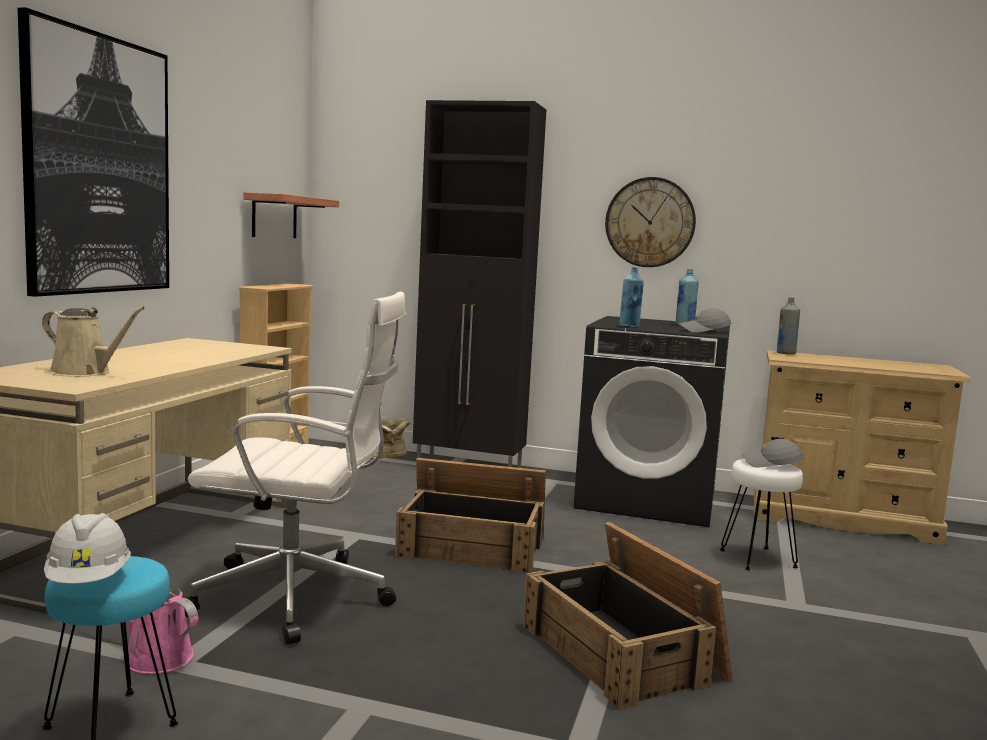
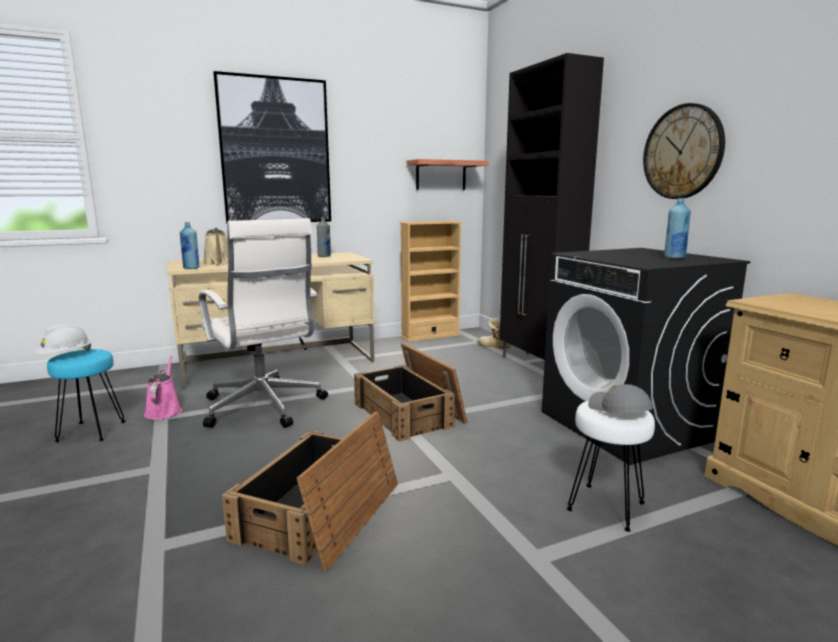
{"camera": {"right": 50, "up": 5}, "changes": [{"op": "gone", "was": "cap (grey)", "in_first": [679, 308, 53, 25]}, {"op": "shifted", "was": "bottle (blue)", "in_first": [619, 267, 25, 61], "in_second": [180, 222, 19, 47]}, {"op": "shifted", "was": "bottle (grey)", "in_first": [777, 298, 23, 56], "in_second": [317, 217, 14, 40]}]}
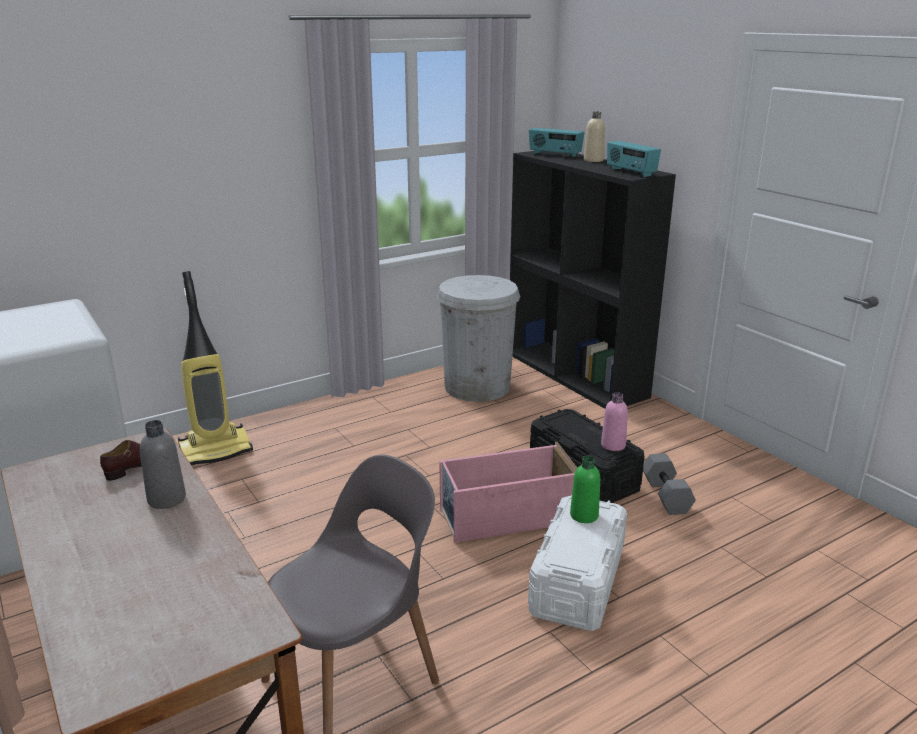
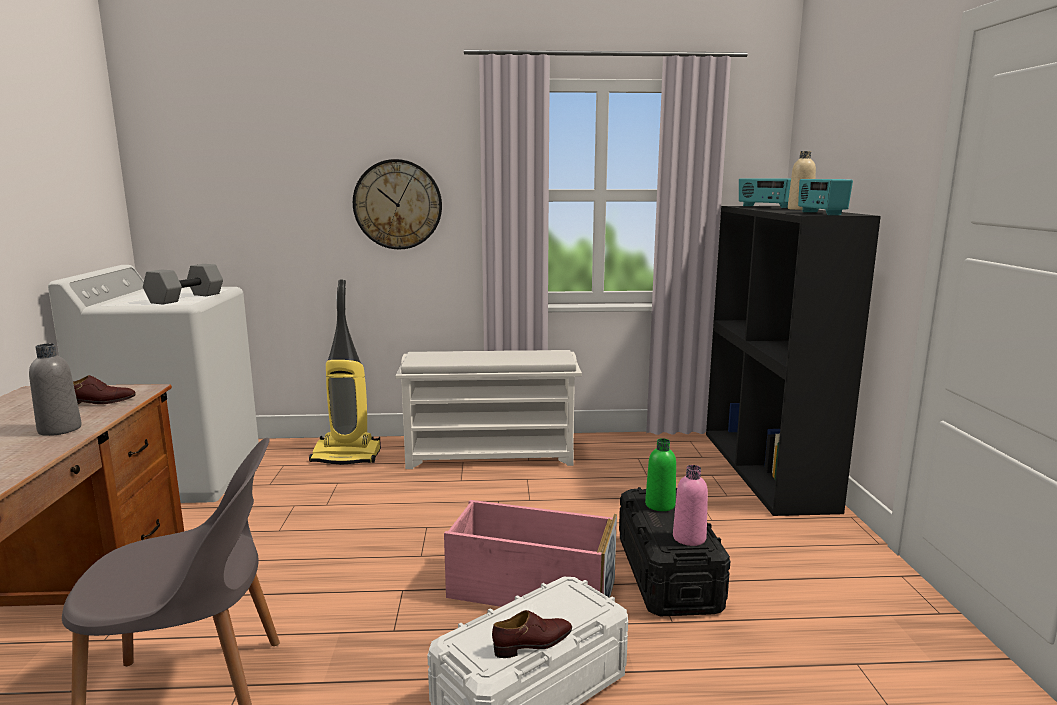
{"camera": {"right": 30, "up": -10}, "changes": [{"op": "gone", "was": "trash can (white)", "in_first": [436, 275, 84, 127]}, {"op": "new", "now": "wall clock", "in_second": [353, 159, 89, 90]}, {"op": "new", "now": "shoe rack (white)", "in_second": [396, 350, 186, 119]}, {"op": "new", "now": "shoe (brown)", "in_second": [492, 610, 80, 48]}, {"op": "shifted", "was": "bottle (green)", "in_first": [570, 456, 30, 67], "in_second": [645, 438, 31, 73]}, {"op": "shifted", "was": "dumbbell (grey)", "in_first": [643, 453, 53, 62], "in_second": [143, 264, 80, 40]}]}
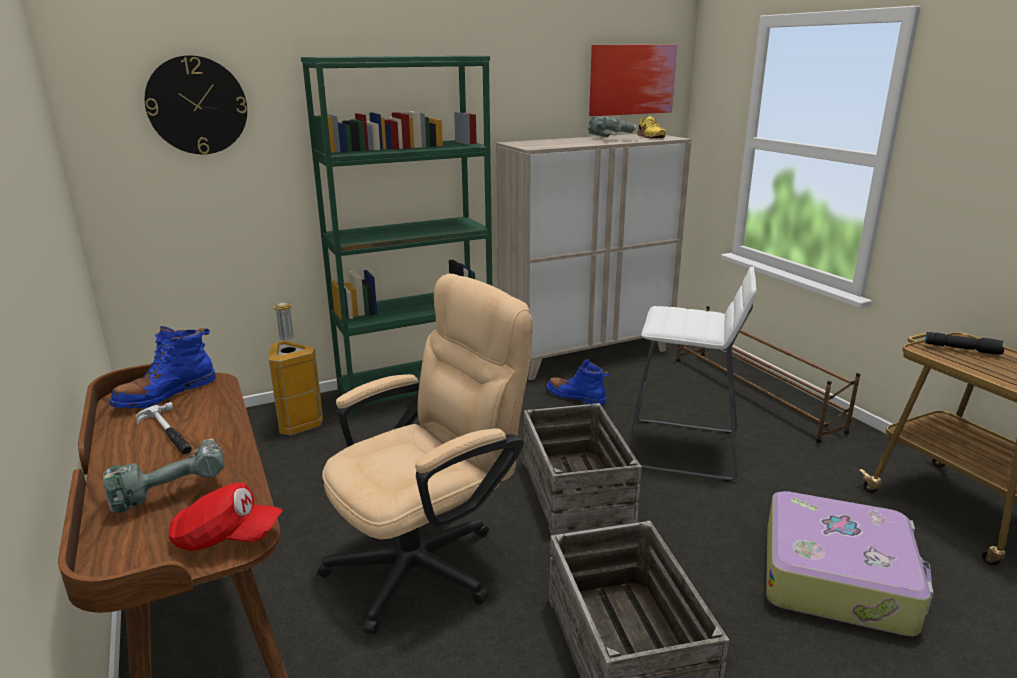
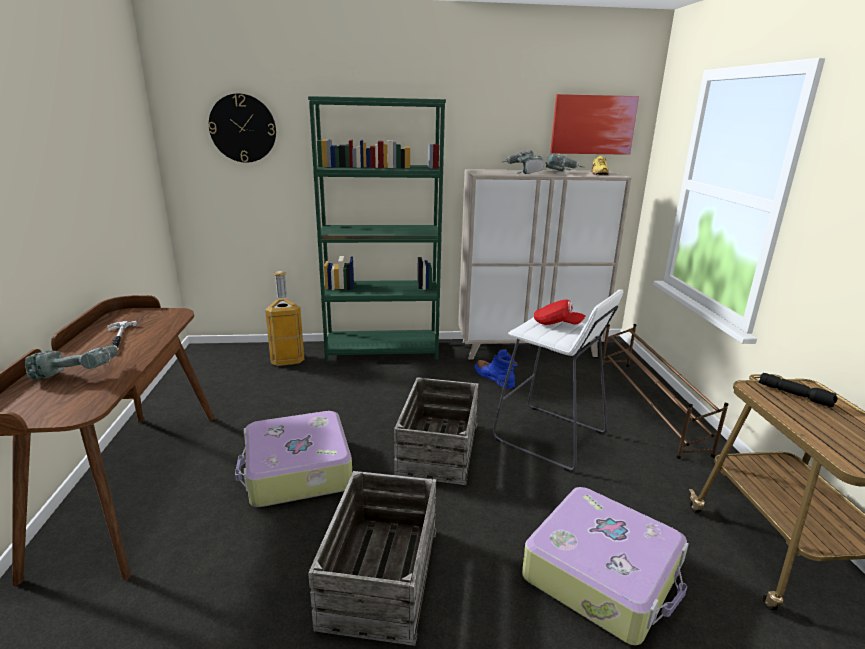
{"camera": {"right": 20, "up": 0}, "changes": [{"op": "gone", "was": "boot (blue)", "in_first": [110, 326, 106, 83]}, {"op": "new", "now": "power drill", "in_second": [502, 150, 41, 24]}, {"op": "shifted", "was": "cap (red)", "in_first": [168, 482, 115, 69], "in_second": [534, 299, 52, 26]}, {"op": "swapped", "was": "office chair (beige)", "now": "suitcase", "in_first": [317, 274, 216, 361], "in_second": [235, 411, 117, 96]}]}
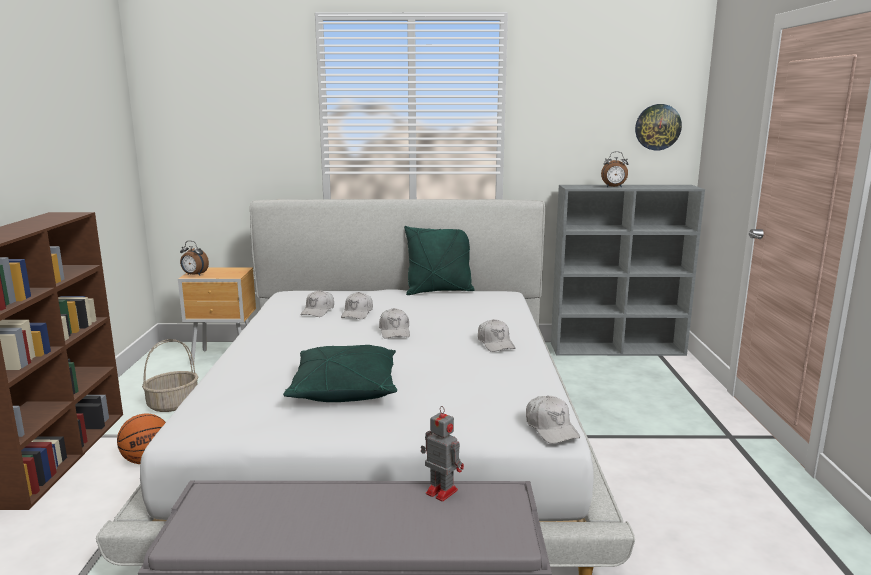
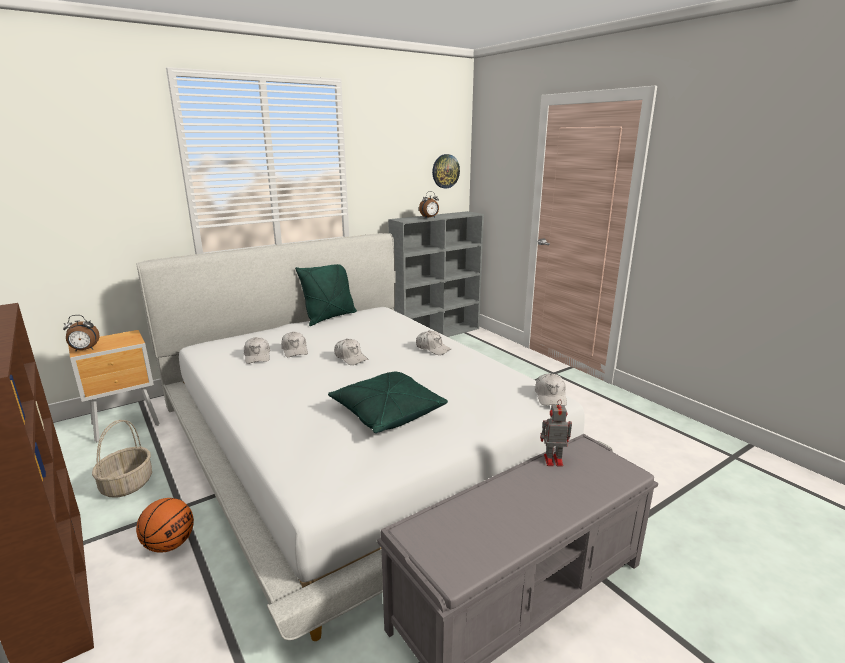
{"camera": {"right": -35, "up": 5}, "changes": [{"op": "rotated", "was": "cap (white)", "in_first": [526, 396, 54, 48], "in_second": [535, 373, 32, 33], "clockwise": 60}]}
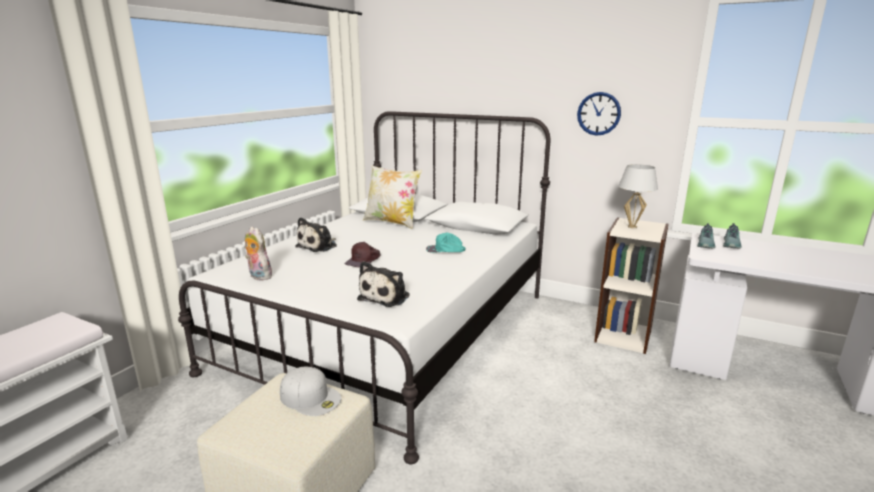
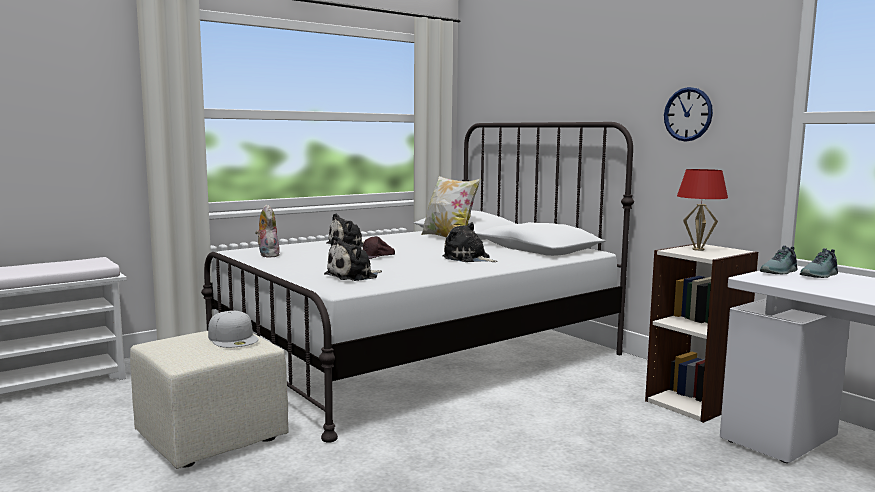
{"camera": {"right": 25, "up": -10}, "changes": [{"op": "swapped", "was": "cap (turquoise)", "now": "plush toy", "in_first": [426, 232, 40, 21], "in_second": [443, 222, 54, 40]}, {"op": "repainted", "was": "table lamp (white)", "now": "table lamp (red)", "in_first": [618, 164, 40, 64], "in_second": [677, 169, 51, 82]}]}
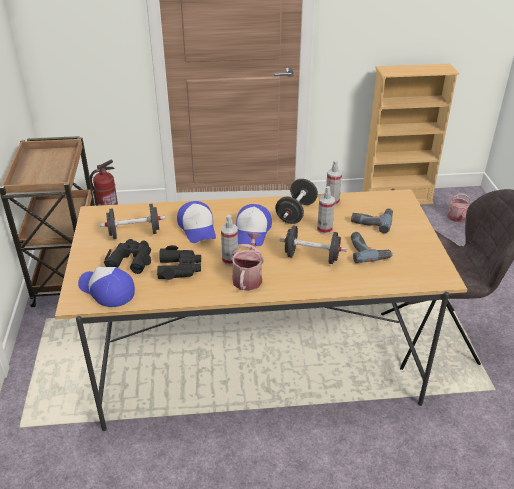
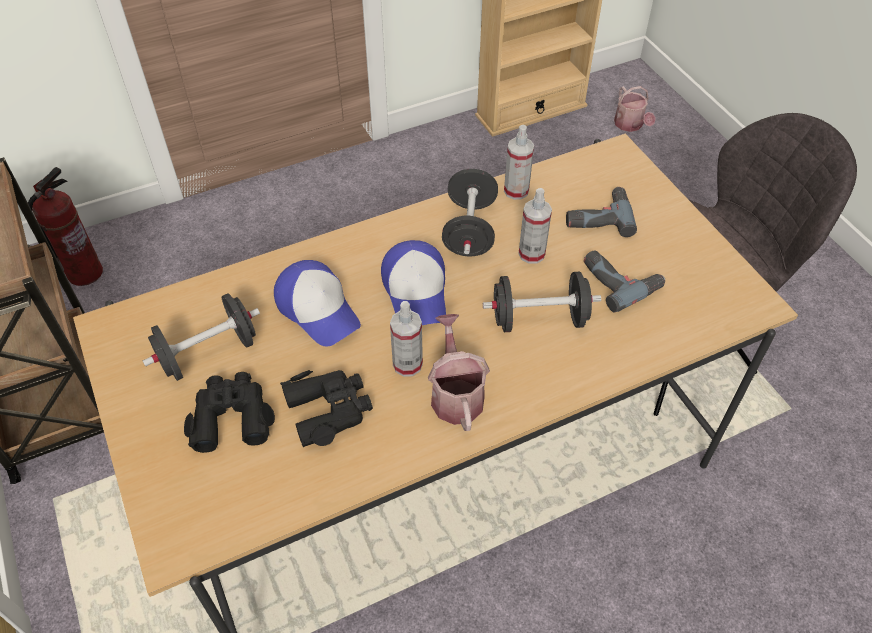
{"camera": {"right": -20, "up": 15}, "changes": [{"op": "gone", "was": "cap", "in_first": [78, 267, 57, 40]}]}
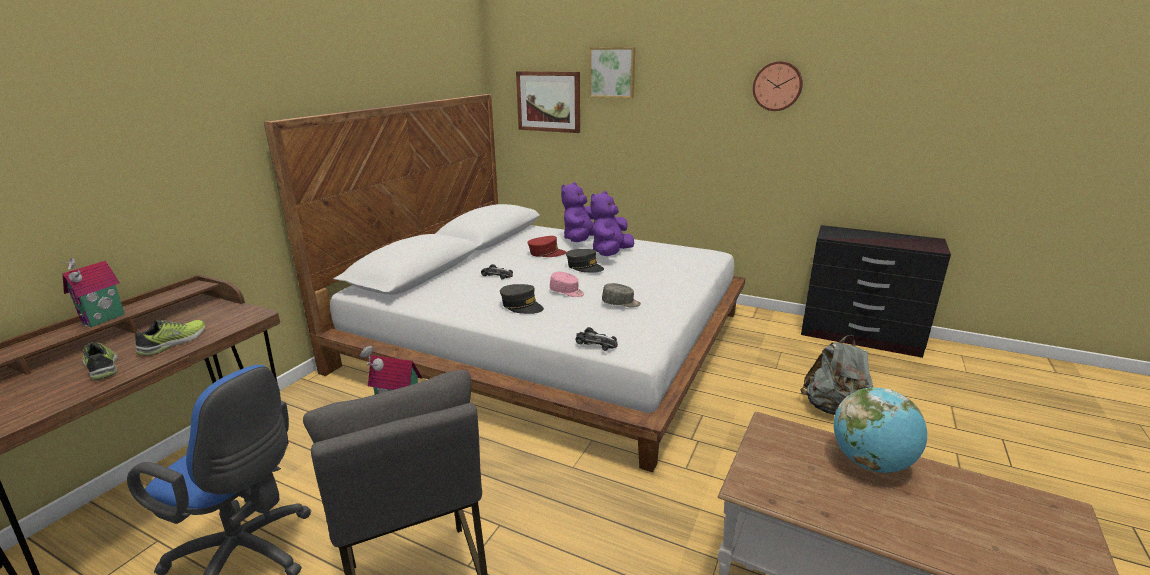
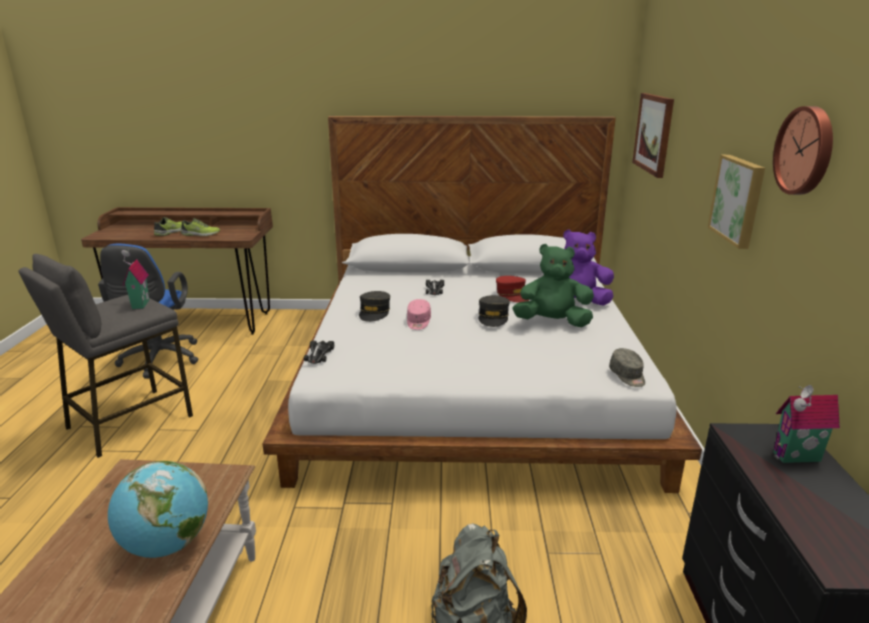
{"camera": {"right": 65, "up": 0}, "changes": [{"op": "shifted", "was": "toy house", "in_first": [61, 258, 64, 69], "in_second": [773, 385, 67, 78]}, {"op": "shifted", "was": "picture", "in_first": [589, 47, 46, 51], "in_second": [708, 155, 57, 94]}, {"op": "shifted", "was": "cap (grey)", "in_first": [602, 283, 39, 25], "in_second": [609, 348, 36, 39]}, {"op": "repainted", "was": "plush toy (purple)", "now": "plush toy (green)", "in_first": [590, 191, 45, 65], "in_second": [513, 244, 81, 83]}]}
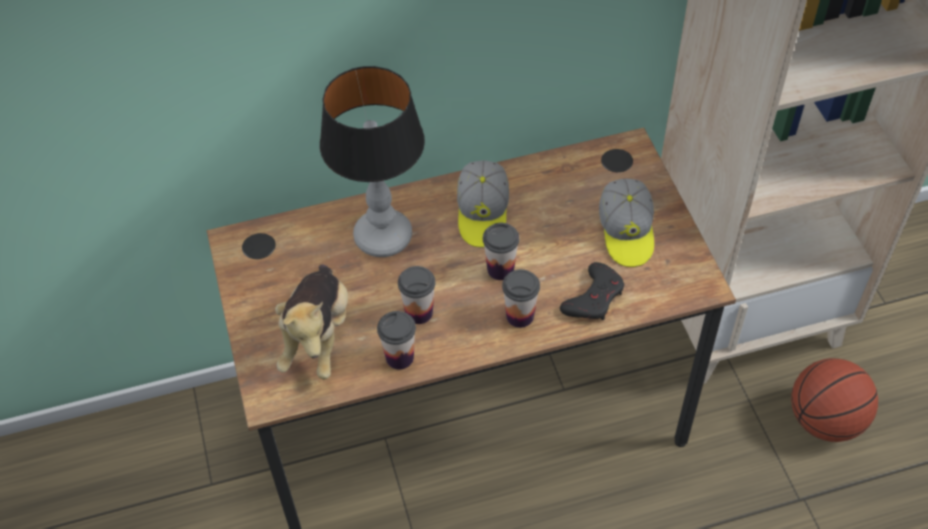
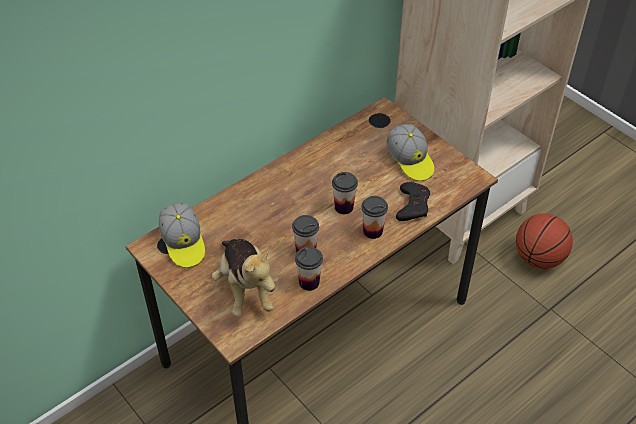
{"camera": {"right": -25, "up": -5}, "changes": [{"op": "gone", "was": "table lamp", "in_first": [320, 66, 105, 191]}, {"op": "shifted", "was": "cap", "in_first": [457, 161, 52, 87], "in_second": [159, 203, 46, 65]}]}
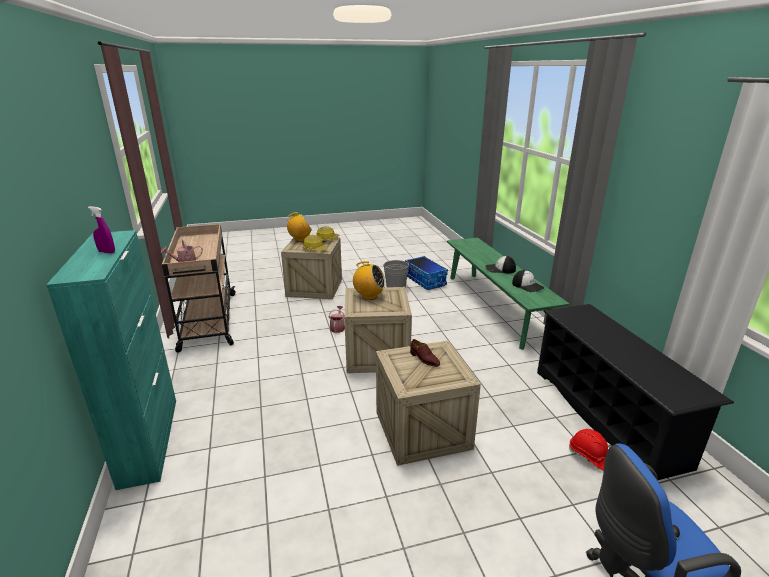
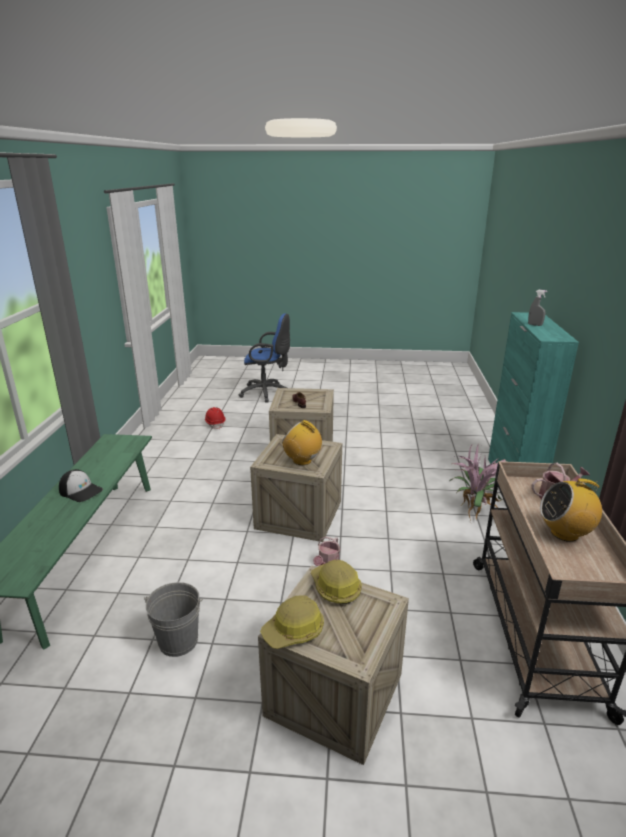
{"camera": {"right": -160, "up": 0}, "changes": [{"op": "gone", "was": "storage box", "in_first": [405, 256, 43, 34]}, {"op": "gone", "was": "cap", "in_first": [512, 270, 33, 22]}, {"op": "gone", "was": "shoe rack (black)", "in_first": [537, 304, 197, 176]}, {"op": "new", "now": "potted plant", "in_second": [450, 441, 56, 80]}, {"op": "shifted", "was": "radio", "in_first": [287, 212, 25, 29], "in_second": [540, 479, 62, 63]}, {"op": "repainted", "was": "spray bottle (purple)", "now": "spray bottle (grey)", "in_first": [88, 206, 27, 48], "in_second": [528, 290, 20, 36]}]}
